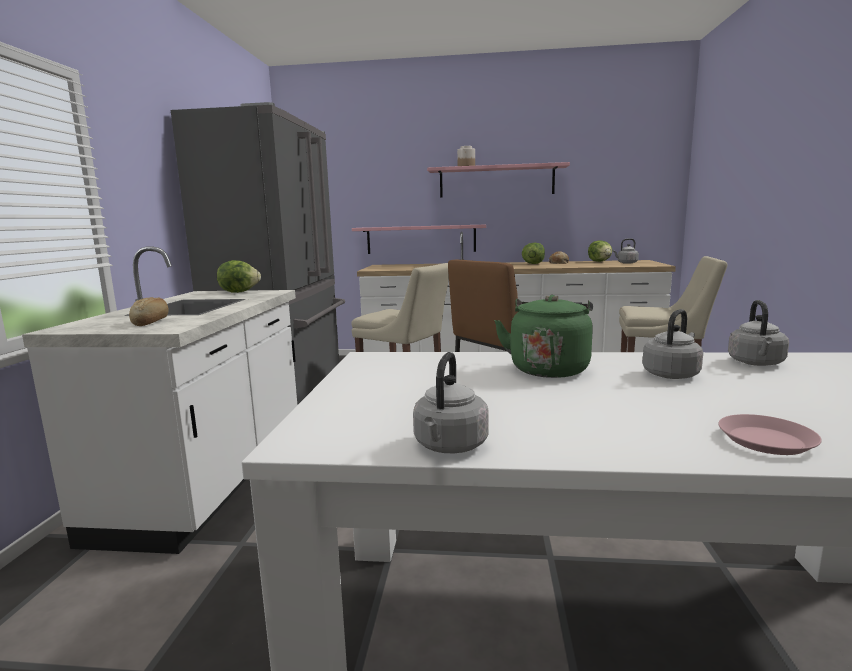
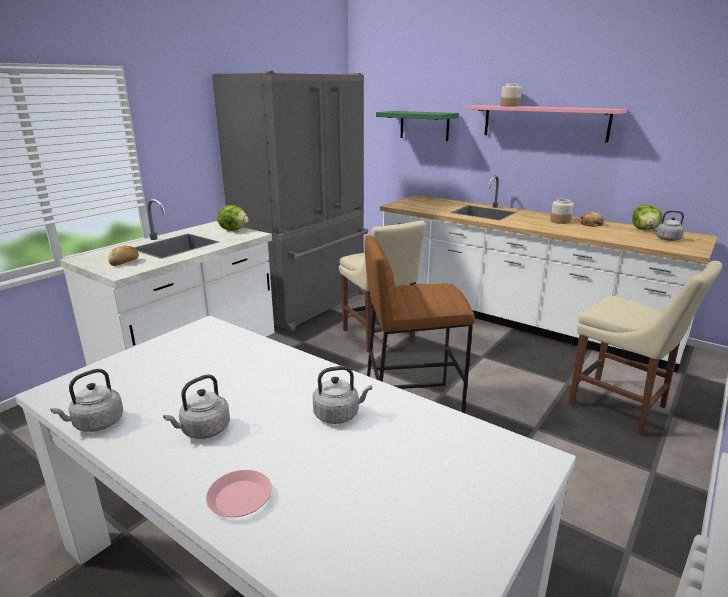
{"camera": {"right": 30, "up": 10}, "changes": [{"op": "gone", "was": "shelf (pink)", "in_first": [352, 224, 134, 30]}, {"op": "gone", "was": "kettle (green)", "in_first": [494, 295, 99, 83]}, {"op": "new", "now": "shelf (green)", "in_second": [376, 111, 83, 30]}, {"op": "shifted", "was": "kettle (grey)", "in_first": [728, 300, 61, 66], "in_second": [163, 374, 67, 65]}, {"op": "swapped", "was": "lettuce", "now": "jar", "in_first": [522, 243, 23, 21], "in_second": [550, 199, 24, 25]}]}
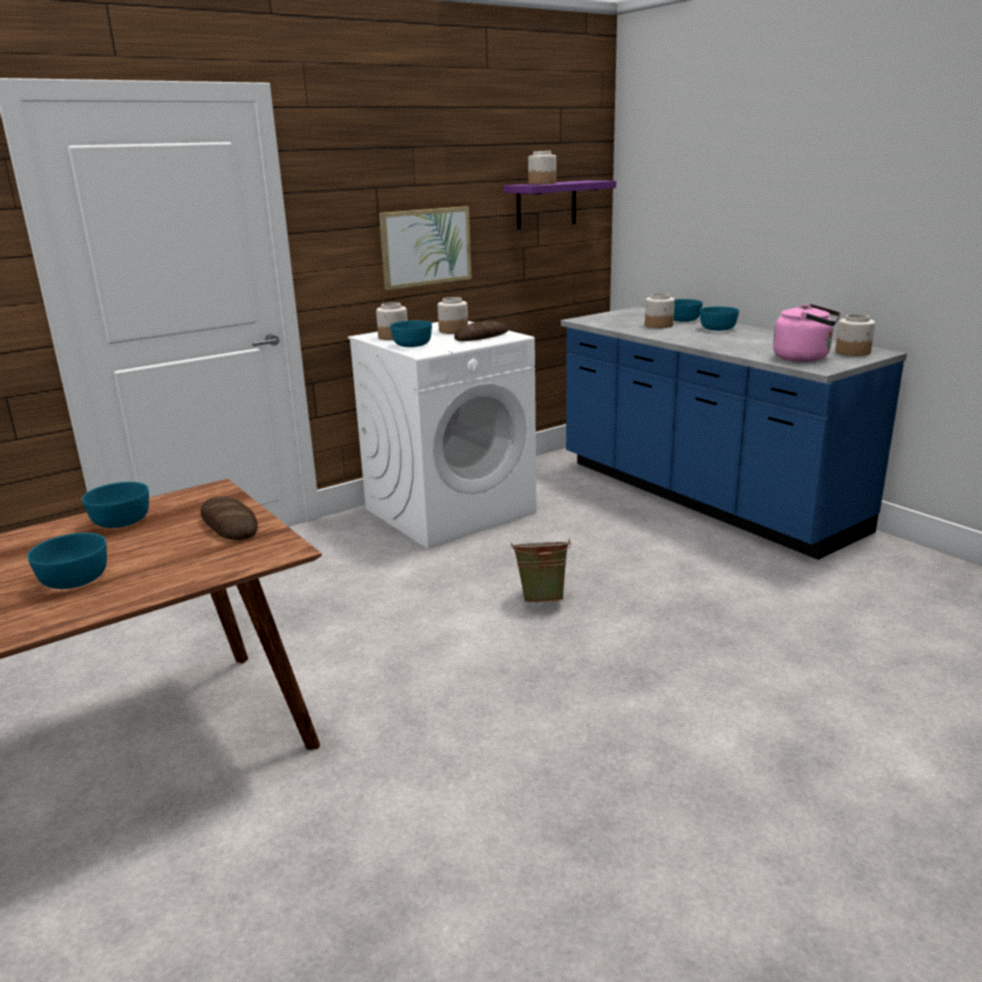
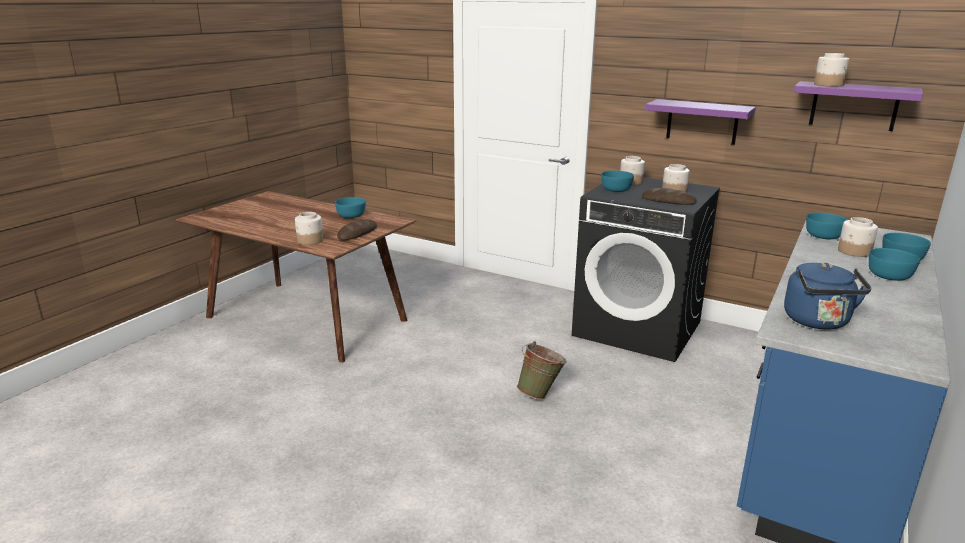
{"camera": {"right": 65, "up": 0}, "changes": [{"op": "shifted", "was": "bowl (turquoise)", "in_first": [27, 533, 80, 56], "in_second": [806, 213, 42, 26]}, {"op": "shifted", "was": "jar", "in_first": [835, 314, 40, 42], "in_second": [295, 212, 28, 33]}, {"op": "swapped", "was": "picture", "now": "shelf (purple)", "in_first": [379, 206, 93, 84], "in_second": [645, 99, 111, 46]}, {"op": "repainted", "was": "washing machine (white)", "now": "washing machine (black)", "in_first": [348, 321, 188, 228], "in_second": [572, 177, 148, 185]}, {"op": "repainted", "was": "kettle (pink)", "now": "kettle (blue)", "in_first": [773, 304, 68, 58], "in_second": [784, 263, 87, 67]}]}
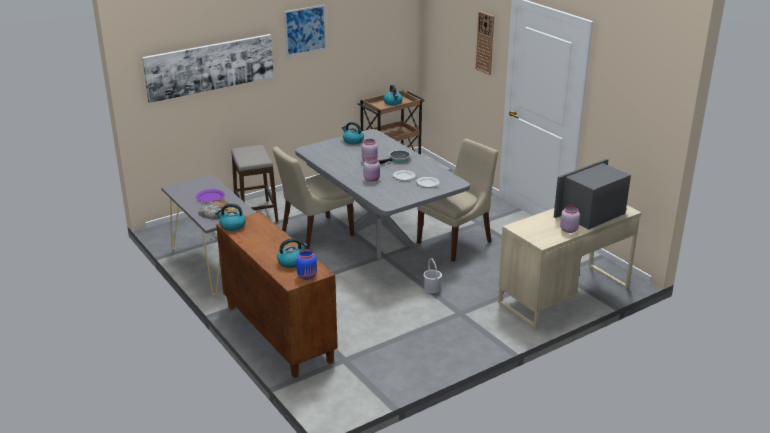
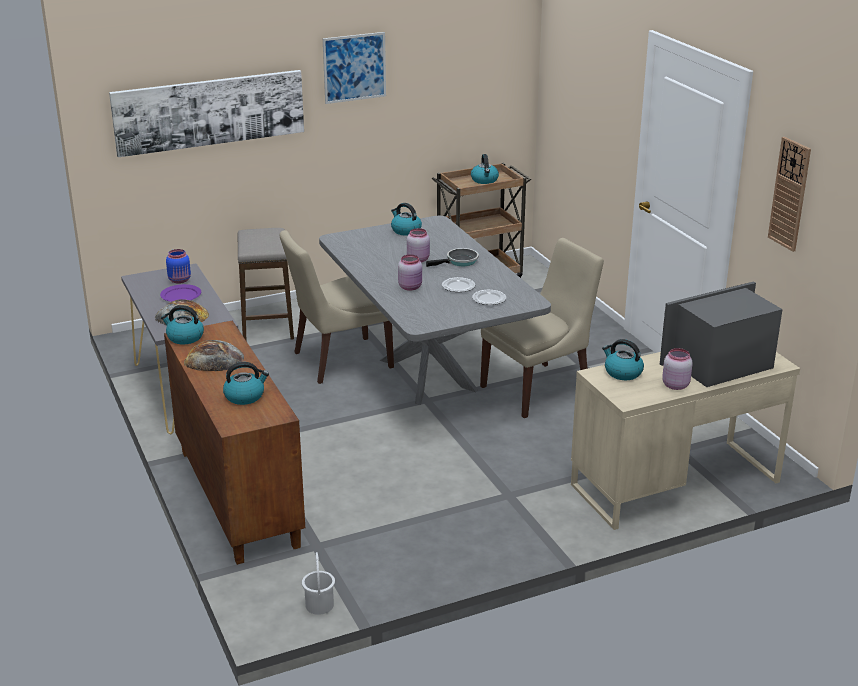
{"camera": {"right": 10, "up": 0}, "changes": [{"op": "new", "now": "bread", "in_second": [184, 340, 60, 31]}, {"op": "new", "now": "kettle", "in_second": [602, 339, 42, 41]}, {"op": "shifted", "was": "jar (blue)", "in_first": [296, 249, 21, 31], "in_second": [166, 249, 25, 35]}, {"op": "shifted", "was": "bucket (white)", "in_first": [423, 258, 19, 35], "in_second": [302, 552, 33, 63]}, {"op": "shifted", "was": "wall clock", "in_first": [476, 11, 18, 64], "in_second": [768, 137, 43, 115]}]}
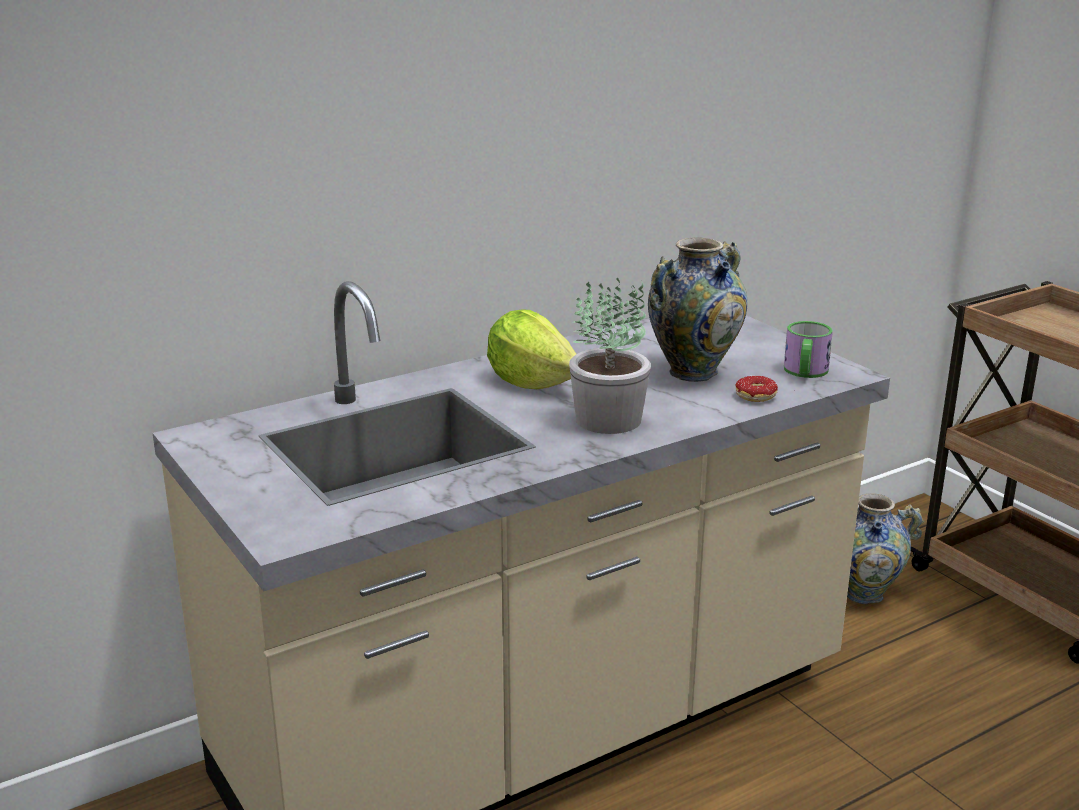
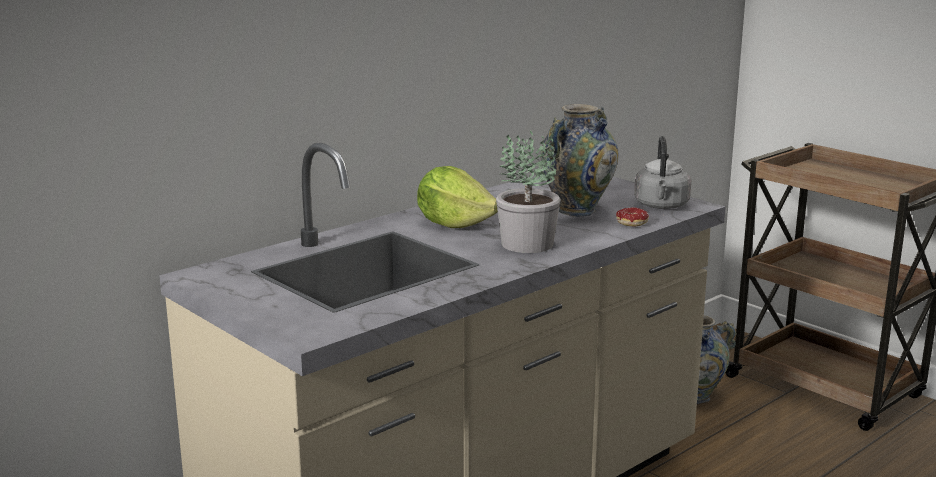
{"camera": {"right": -10, "up": -5}, "changes": [{"op": "swapped", "was": "mug", "now": "kettle (grey)", "in_first": [784, 321, 49, 57], "in_second": [634, 136, 57, 73]}]}
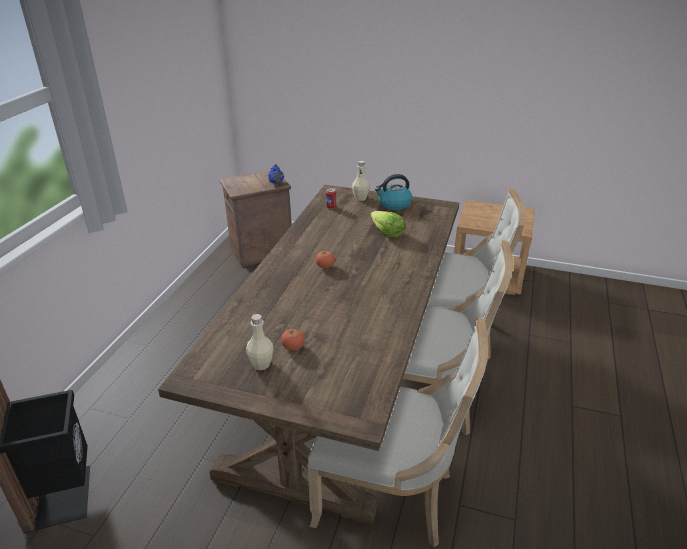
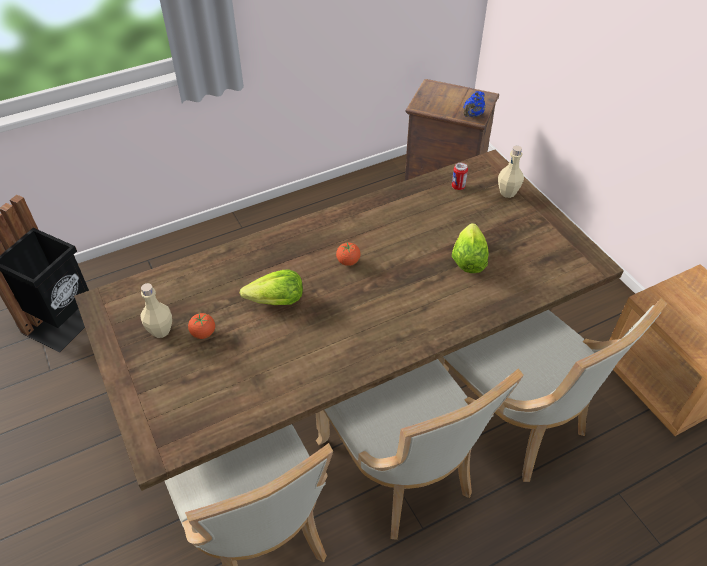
{"camera": {"right": 45, "up": 15}, "changes": [{"op": "gone", "was": "kettle", "in_first": [375, 174, 37, 36]}, {"op": "new", "now": "lettuce", "in_second": [240, 269, 63, 36]}]}
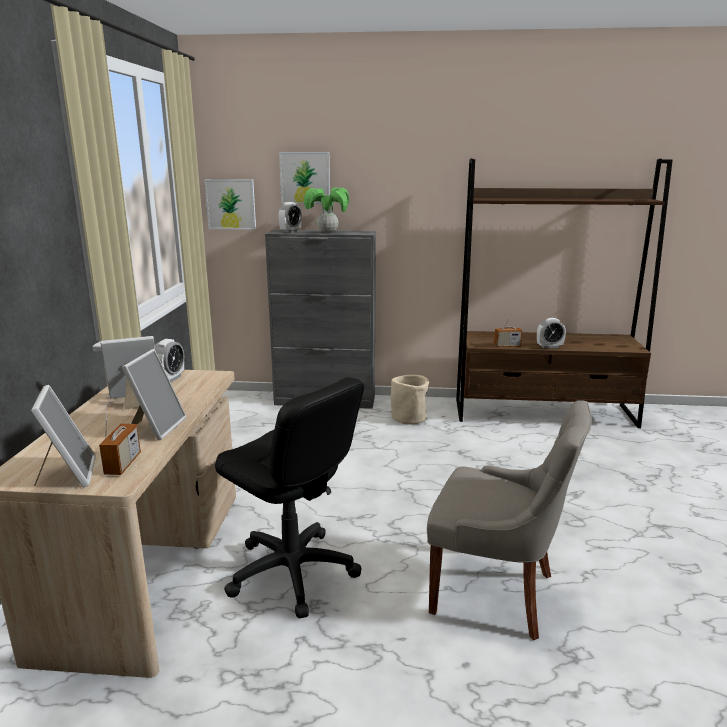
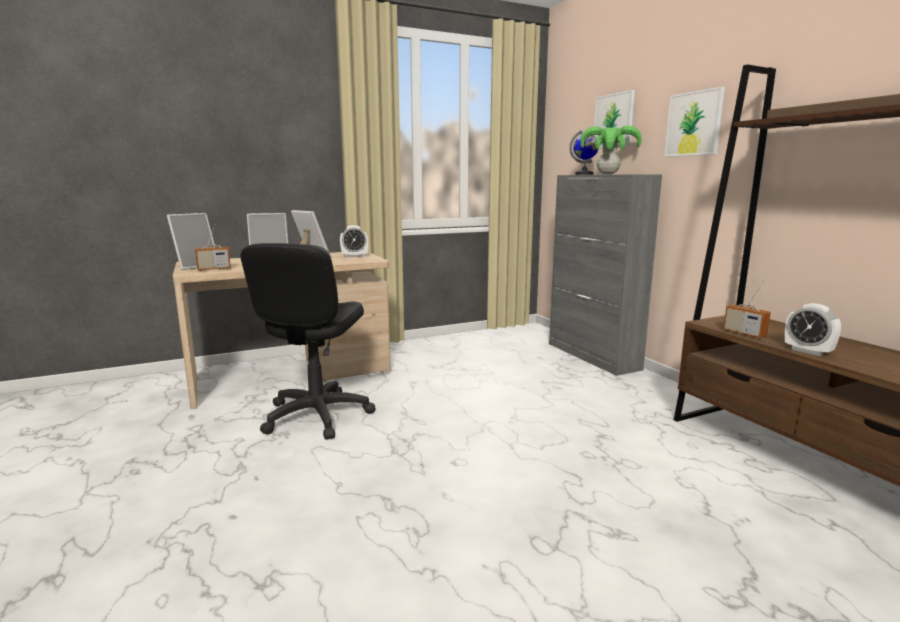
{"camera": {"right": 60, "up": -5}, "changes": [{"op": "gone", "was": "planter (beige)", "in_first": [391, 375, 38, 50]}, {"op": "gone", "was": "chair (grey)", "in_first": [427, 400, 165, 240]}, {"op": "shifted", "was": "picture", "in_first": [204, 179, 52, 51], "in_second": [664, 87, 61, 70]}, {"op": "swapped", "was": "alarm clock", "now": "globe", "in_first": [278, 202, 24, 31], "in_second": [569, 130, 30, 45]}]}
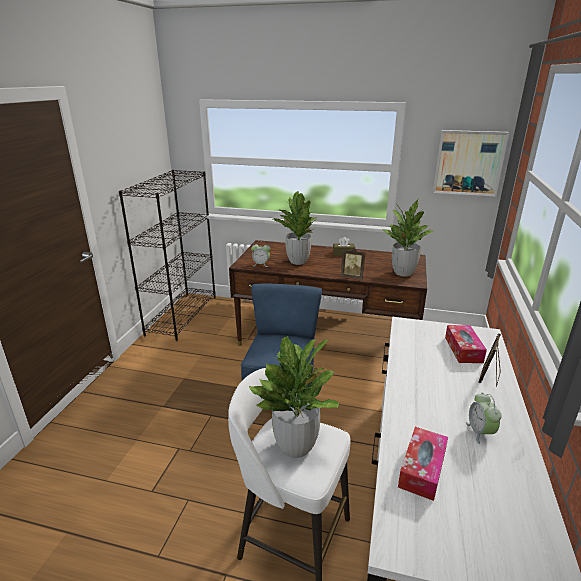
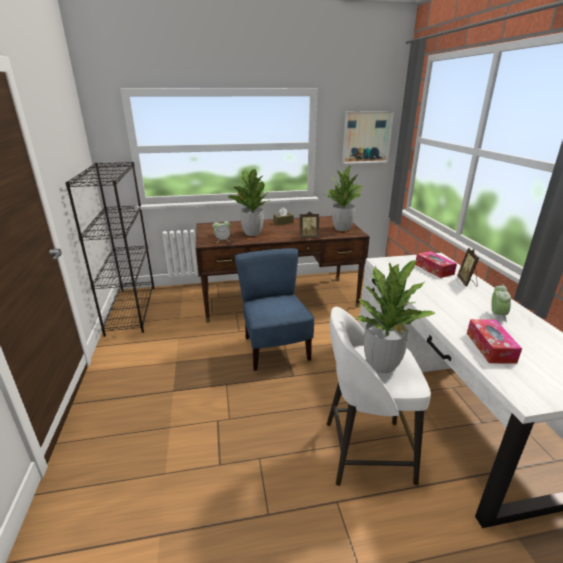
{"camera": {"right": -25, "up": 0}, "changes": [{"op": "rotated", "was": "alarm clock", "in_first": [466, 392, 36, 52], "in_second": [491, 284, 20, 38], "clockwise": -135}]}
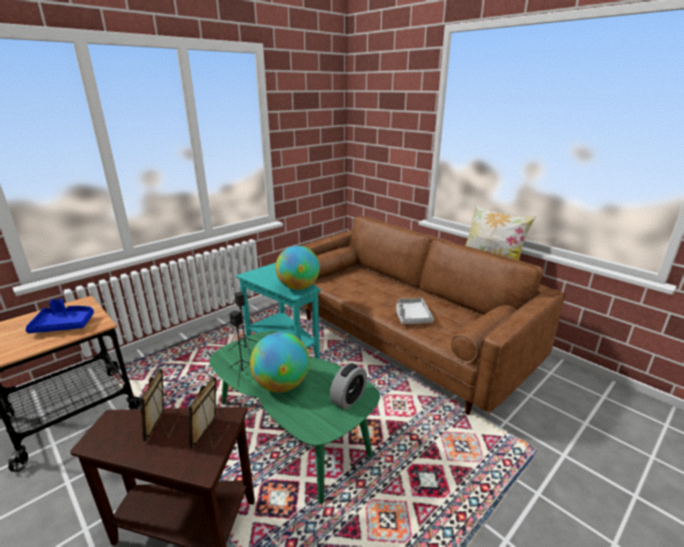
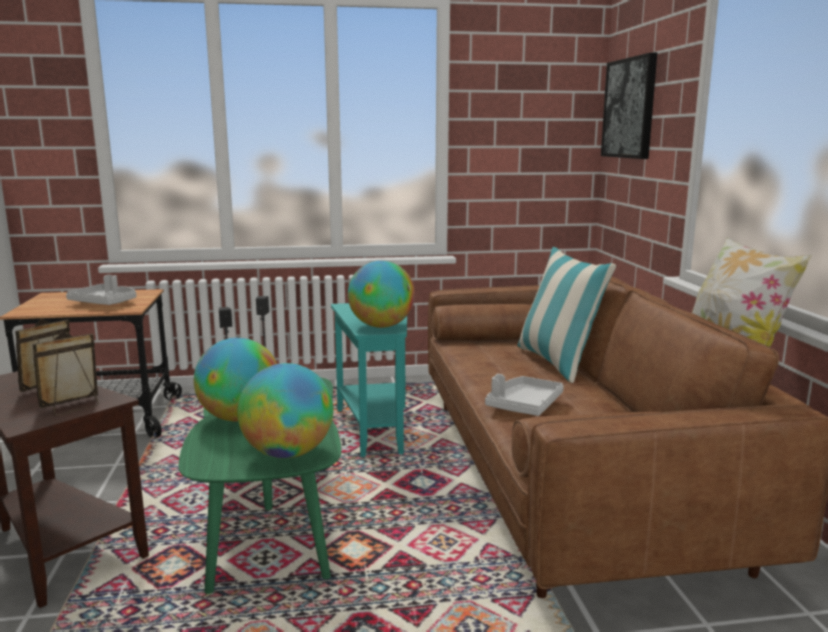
{"camera": {"right": 35, "up": -10}, "changes": [{"op": "new", "now": "pillow", "in_second": [517, 247, 99, 136]}, {"op": "new", "now": "picture", "in_second": [601, 52, 56, 107]}, {"op": "swapped", "was": "alarm clock", "now": "globe", "in_first": [330, 363, 37, 47], "in_second": [237, 363, 96, 95]}, {"op": "repainted", "was": "tray (blue)", "now": "tray (grey)", "in_first": [25, 299, 69, 34], "in_second": [66, 275, 70, 30]}]}
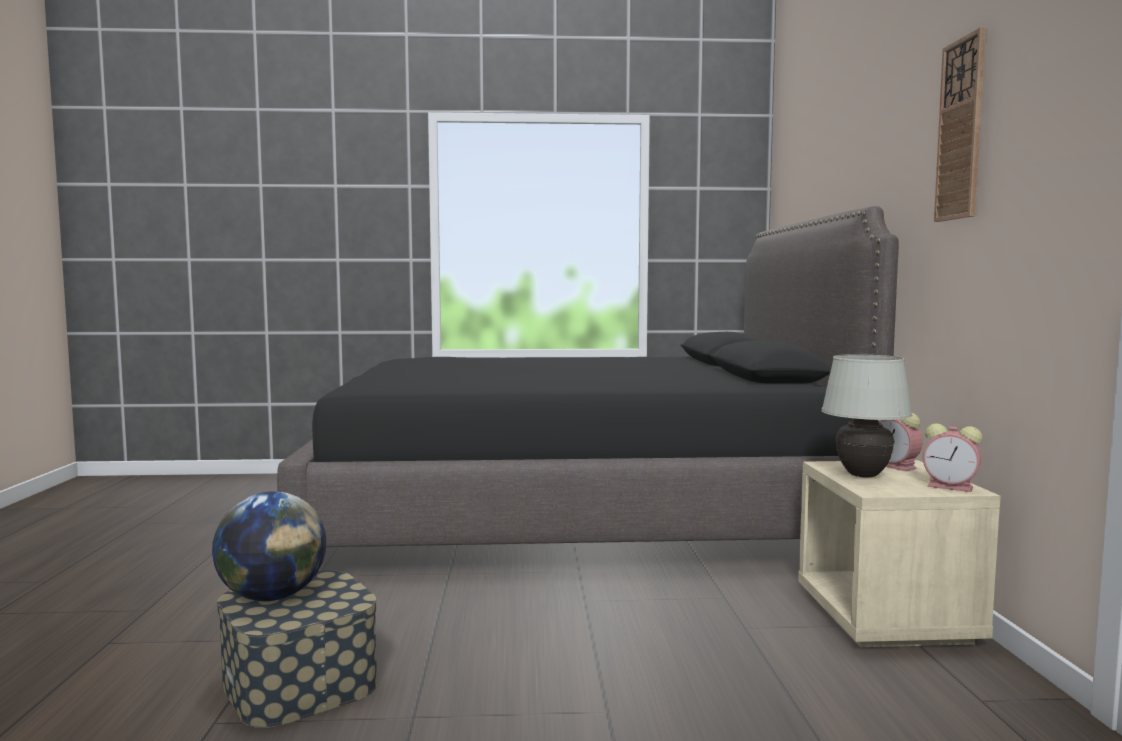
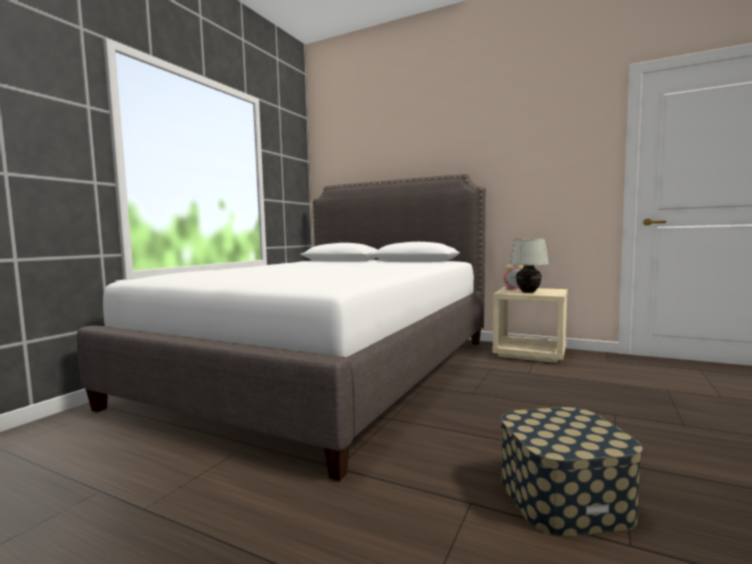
{"camera": {"right": -60, "up": 0}, "changes": [{"op": "gone", "was": "globe", "in_first": [212, 491, 114, 110]}, {"op": "gone", "was": "alarm clock", "in_first": [923, 423, 59, 69]}, {"op": "gone", "was": "wall clock", "in_first": [934, 27, 52, 195]}, {"op": "repainted", "was": "bed (black)", "now": "bed (white)", "in_first": [277, 206, 622, 341], "in_second": [77, 174, 409, 307]}]}
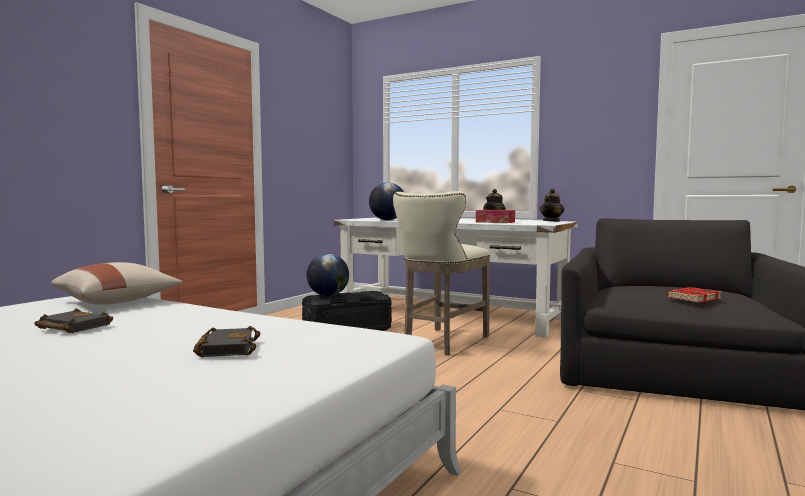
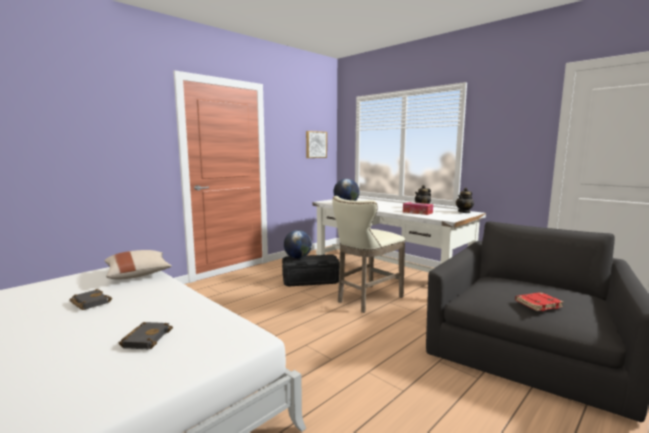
{"camera": {"right": 15, "up": 5}, "changes": [{"op": "new", "now": "picture", "in_second": [306, 131, 21, 27]}]}
